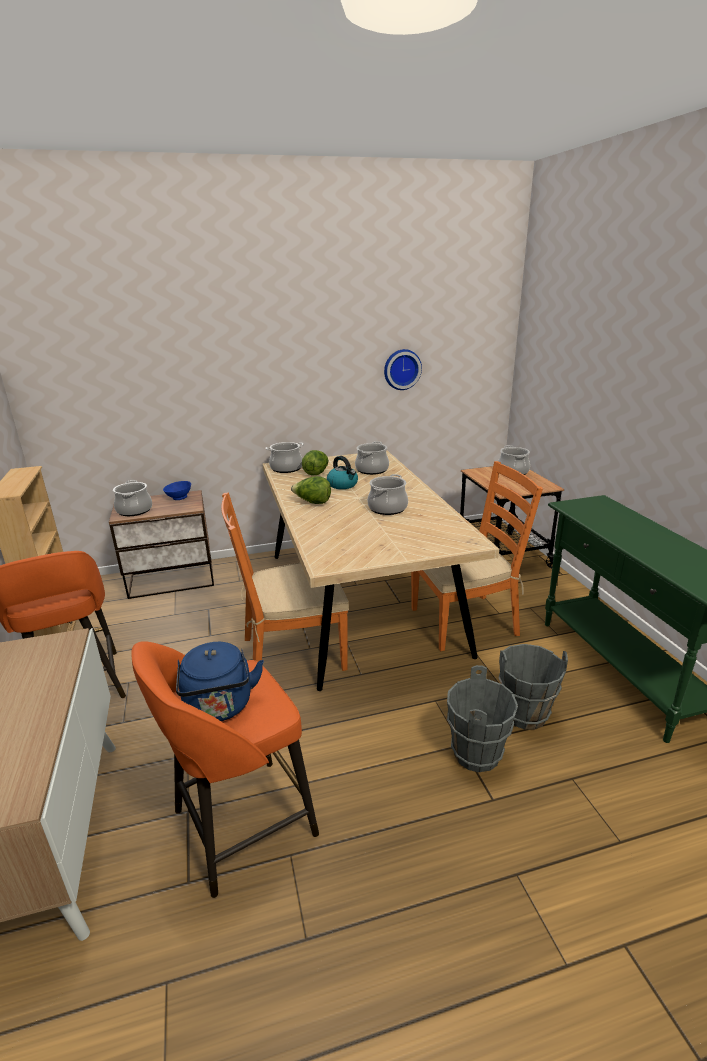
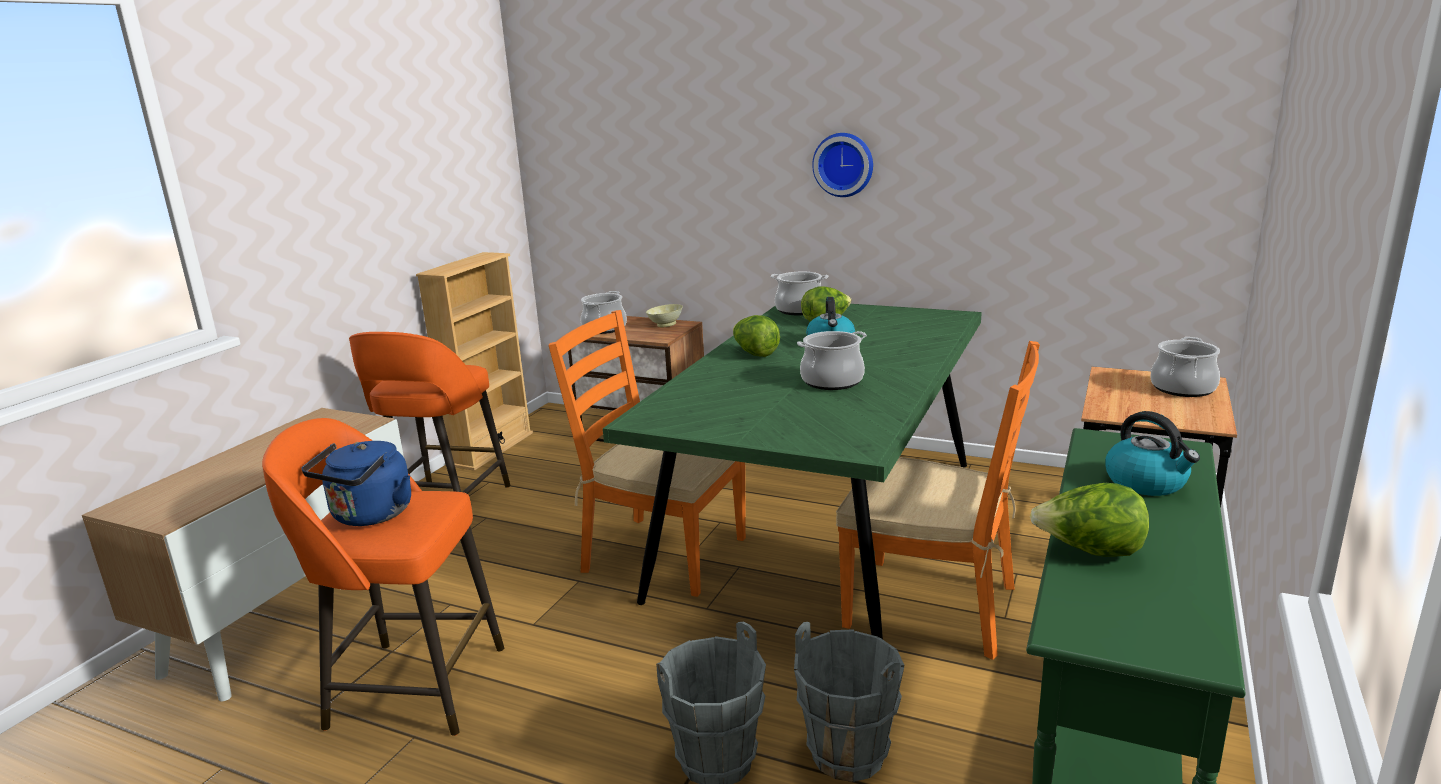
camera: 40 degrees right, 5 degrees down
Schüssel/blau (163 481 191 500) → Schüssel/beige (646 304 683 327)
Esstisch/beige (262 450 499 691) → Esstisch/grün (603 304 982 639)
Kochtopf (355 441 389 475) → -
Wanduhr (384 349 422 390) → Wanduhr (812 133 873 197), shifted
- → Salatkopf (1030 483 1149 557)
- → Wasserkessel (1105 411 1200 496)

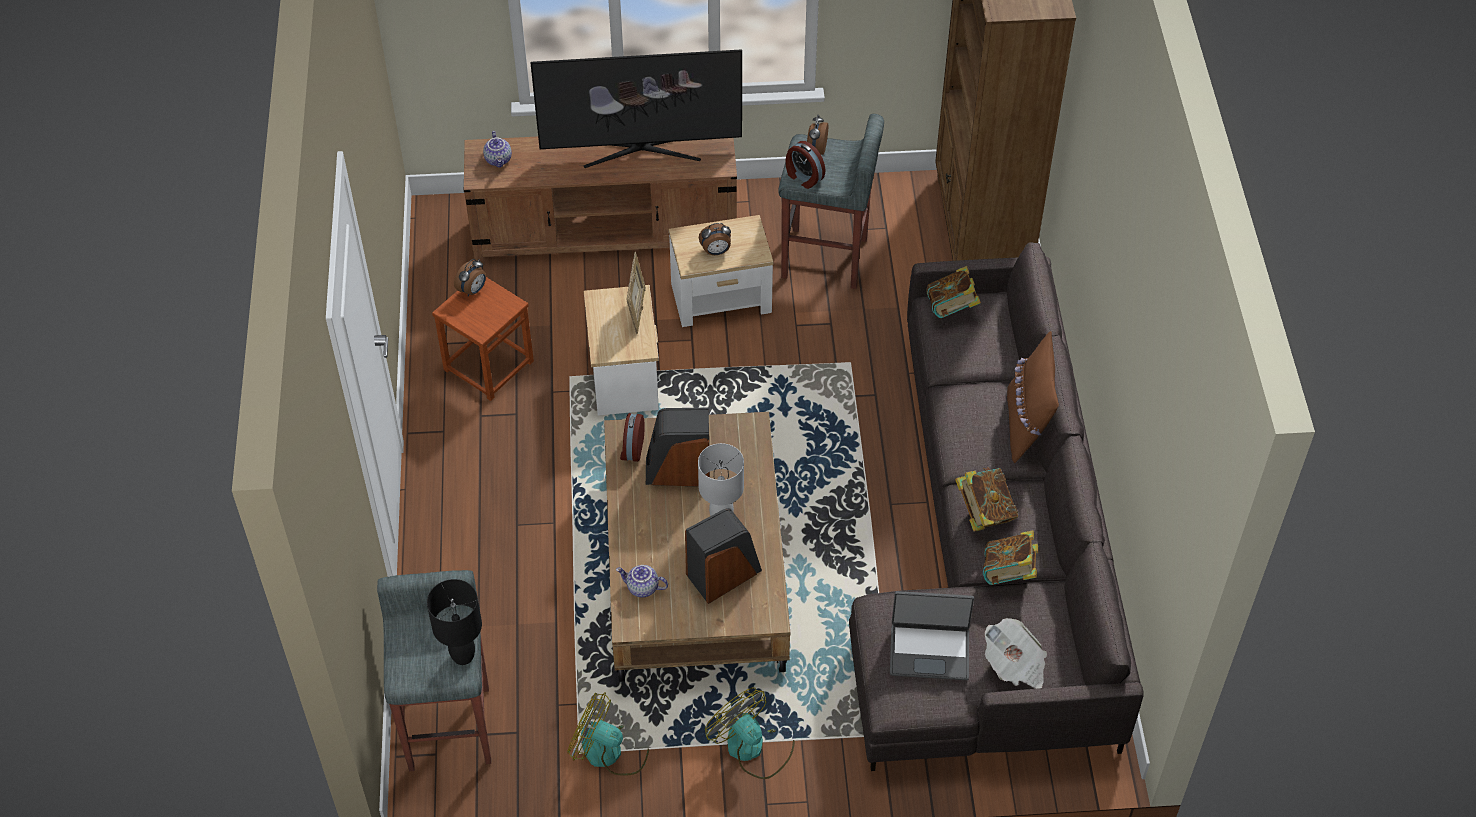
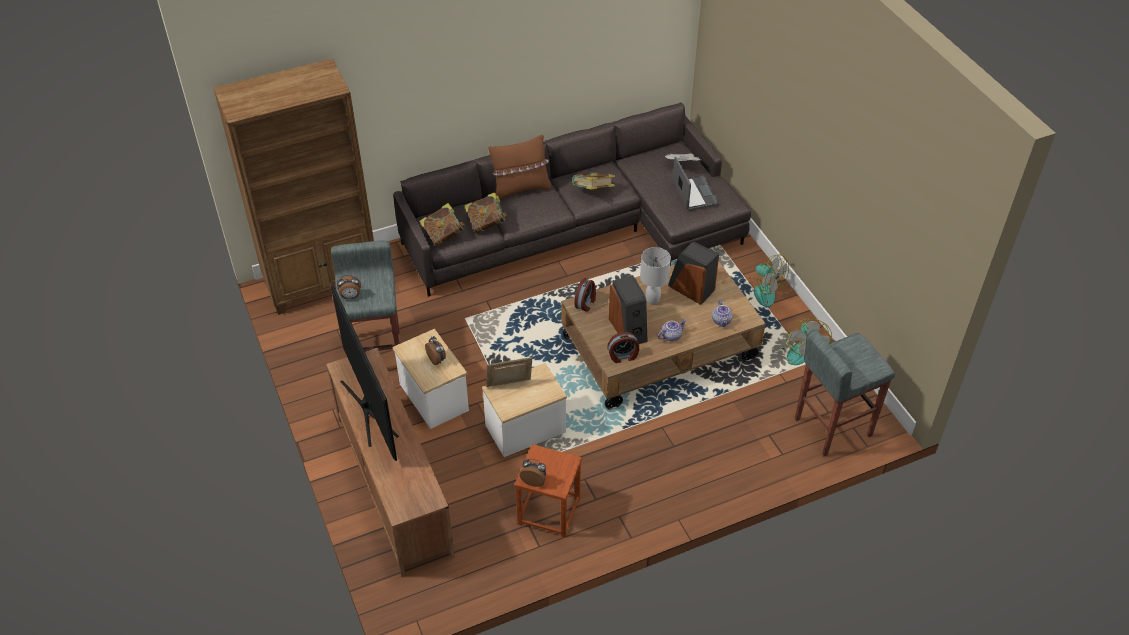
camera: 110 degrees left, 5 degrees down
Tischlampe/schwarz (427 579 482 665) → -
Teekanne (483 131 512 168) → Teekanne (658 319 687 341), shifted
Ventilator (705 687 795 779) → Ventilator (746 255 789 308), 75 degrees counterclockwise
Wecker (786 141 825 189) → Wecker (574 278 596 312), shifted
Buch (983 530 1038 585) → Buch (464 192 507 233), shifted

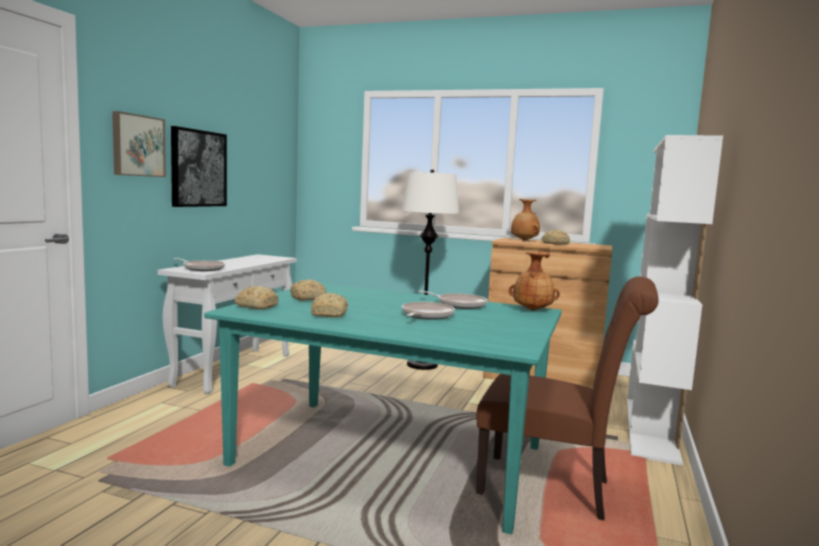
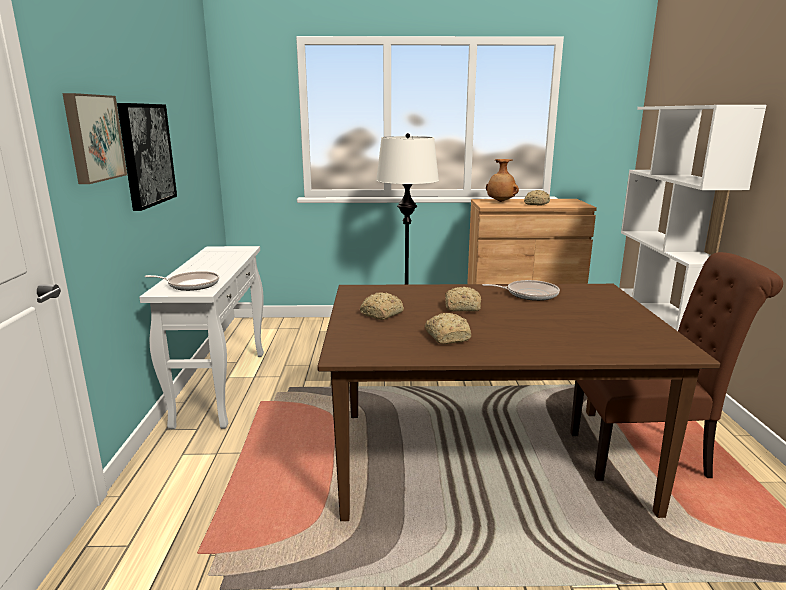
camera: 20 degrees left, 10 degrees up
Esstisch/türkis (204 283 562 534) → Esstisch/braun (317 284 720 521)
Brot (235 286 278 309) → Brot (445 287 481 312), shifted
Pfanne (402 302 455 320) → -
Vase/braun (509 252 560 311) → -

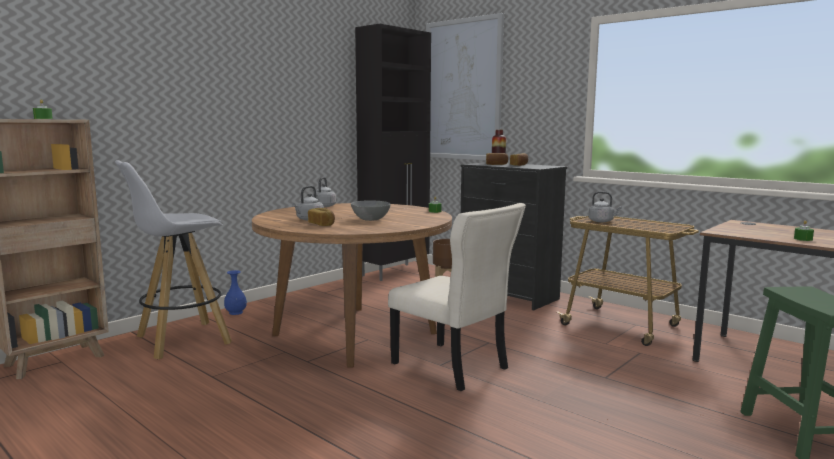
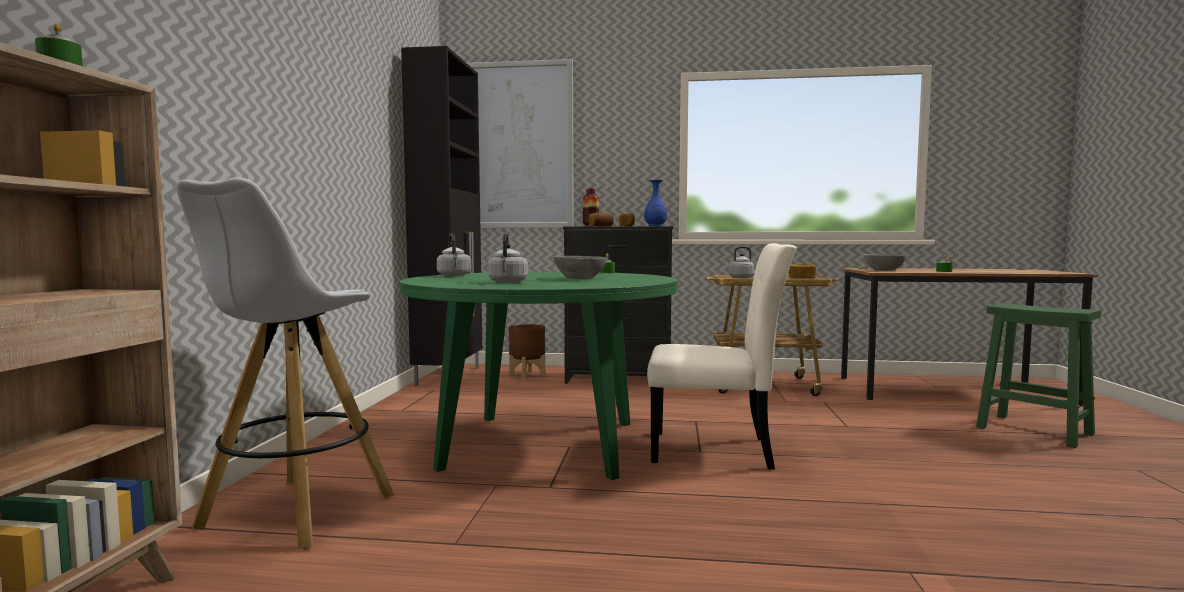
camera: 35 degrees left, 5 degrees down
Vase/blau (224 270 247 315) → Vase/blau (644 180 667 226), shifted
Esstisch/braun (252 203 452 367) → Esstisch/grün (400 272 678 480)
Brot (308 208 335 226) → Brot (788 264 816 278), shifted
- → Schüssel/grau (864 254 906 271)

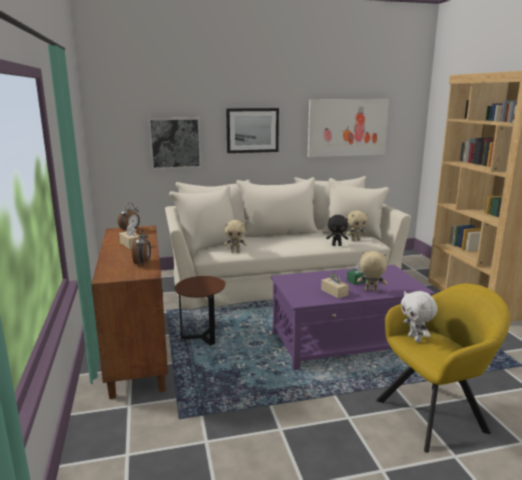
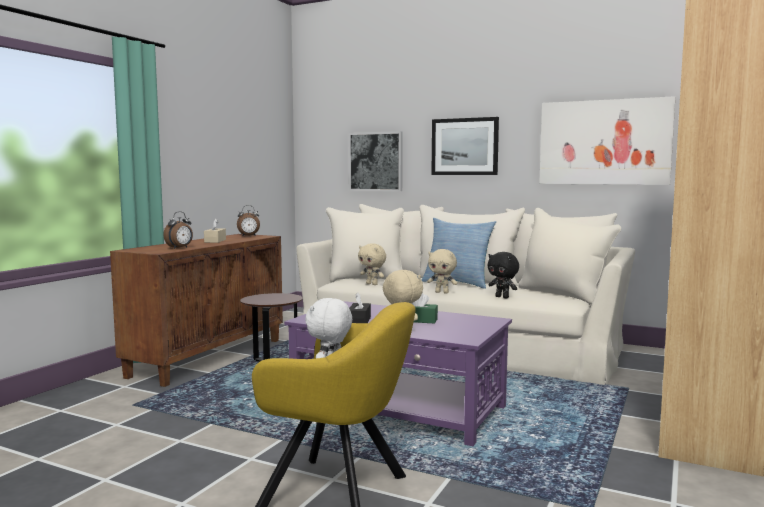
camera: 40 degrees right, 10 degrees down
Taschentuchbox/beige (321 272 349 298) → Taschentuchbox/schwarz (349 292 371 323)
Plüschtier/beige (346 210 368 241) → Plüschtier/beige (427 249 457 293), shifted
- → Kissen (422 218 496 289)

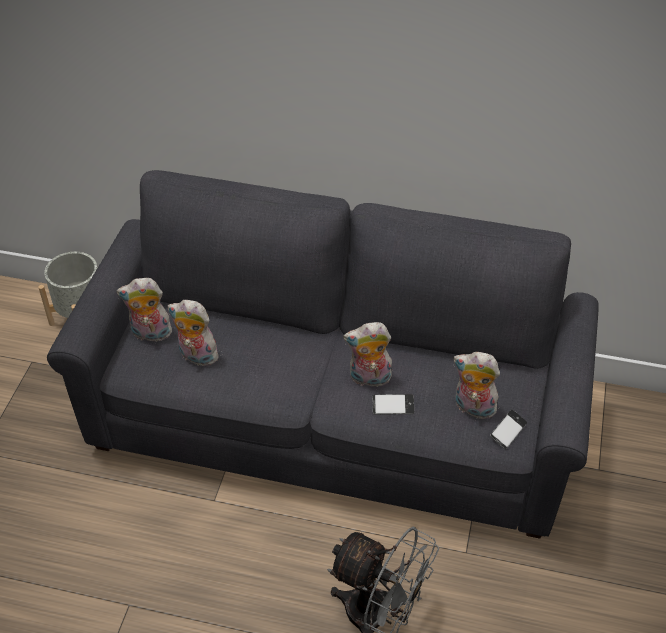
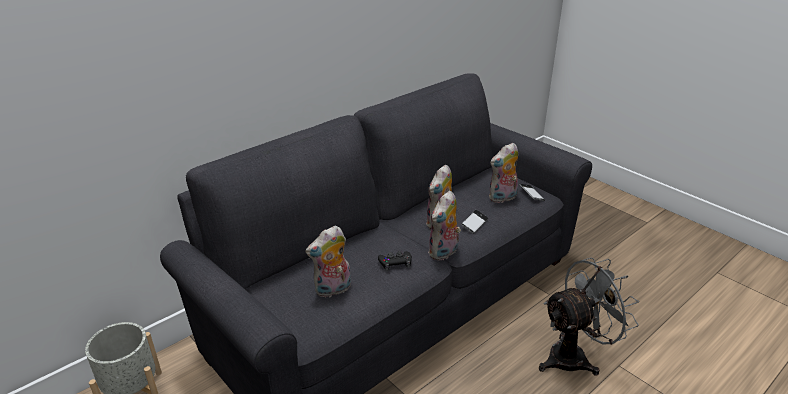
camera: 55 degrees left, 15 degrees down
Plüschtier (116 278 172 342) → Plüschtier (428 191 461 261), shifted
- → Gamepad/schwarz (378 251 412 271)

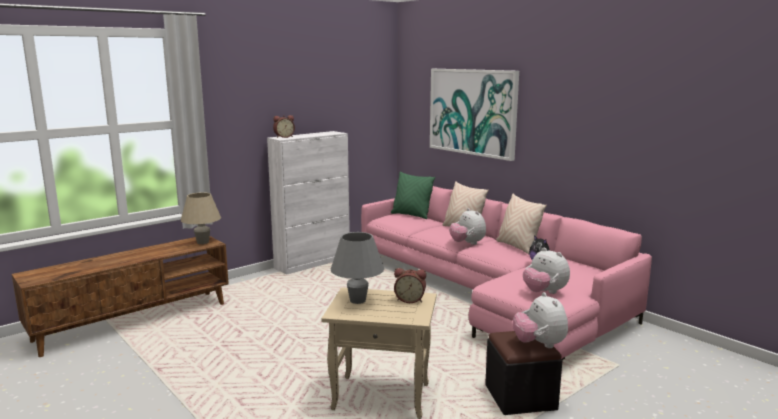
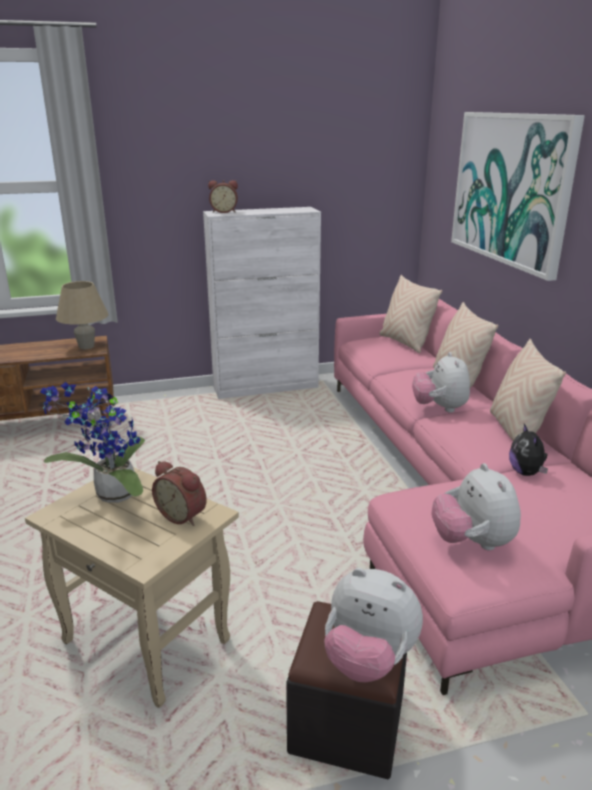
camera: 25 degrees right, 10 degrees up
Tischlampe/grau (331 232 384 304) → Topfpflanze (40 382 145 503)
Kissen/grün (391 171 436 219) → Kissen/beige (379 275 442 353)
Plüschtier (513 292 568 348) → Plüschtier (324 568 423 682), 75 degrees counterclockwise

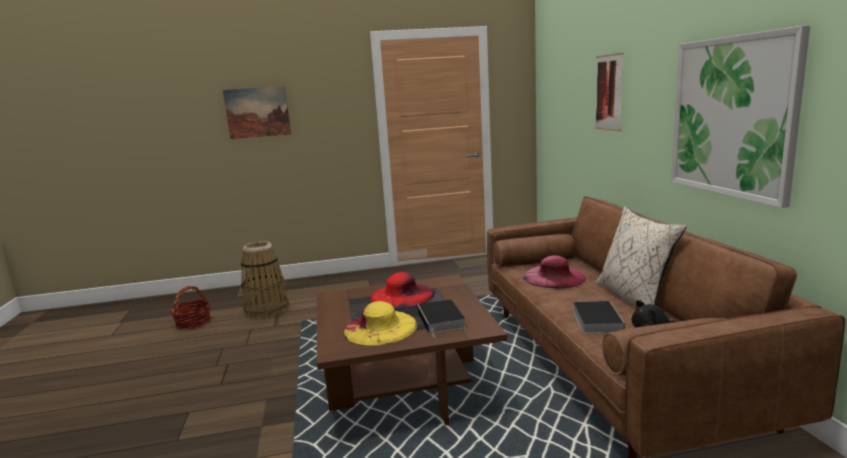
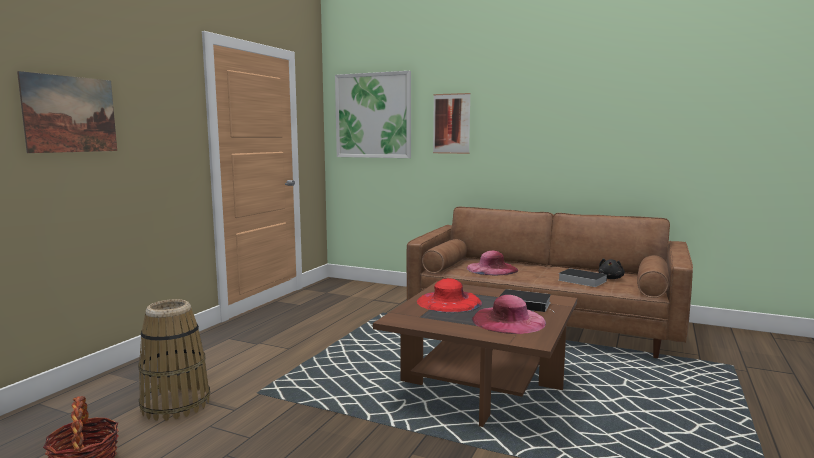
camera: 55 degrees left, 5 degrees down
Hut/gelb (343 301 418 345) → Hut/rosa (472 295 546 334)
Kissen/beige (596 207 687 306) → -
Bild (671 25 810 208) → Bild (335 71 411 158), shifted

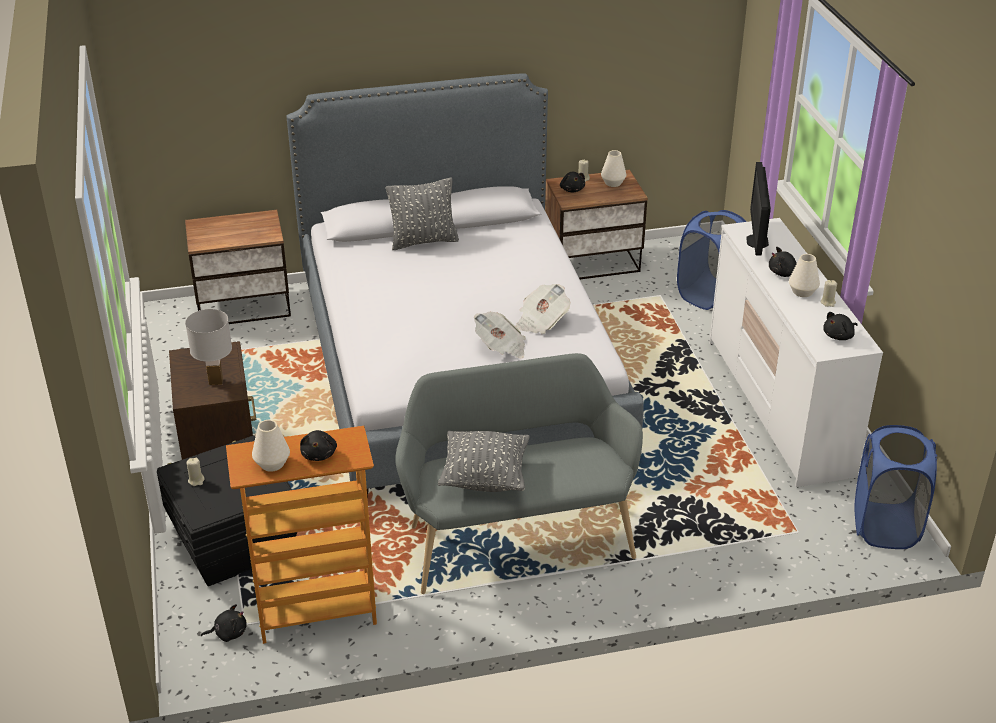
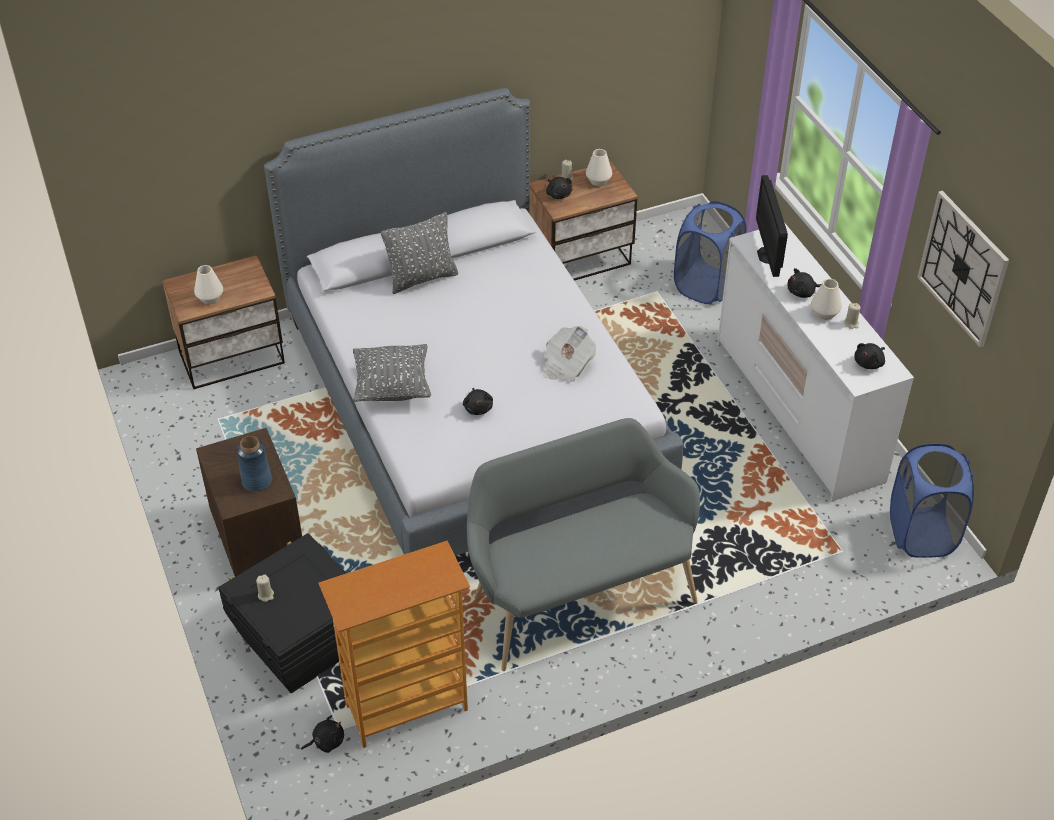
camera: 10 degrees left, 10 degrees up
Tischlampe/weiß (185 309 232 385) → Vase/blau (237 436 272 492)
Vase/weiß (252 420 290 472) → Vase/weiß (194 265 223 304), shifted
Plüschtier/schwarz (300 430 337 461) → Plüschtier/schwarz (463 388 493 415), shifted
Kissen/grau (438 431 529 492) → Kissen/grau (353 344 431 402), shifted
Zeitung (474 312 526 358) → -
- → Wanduhr (917 191 1009 347)

